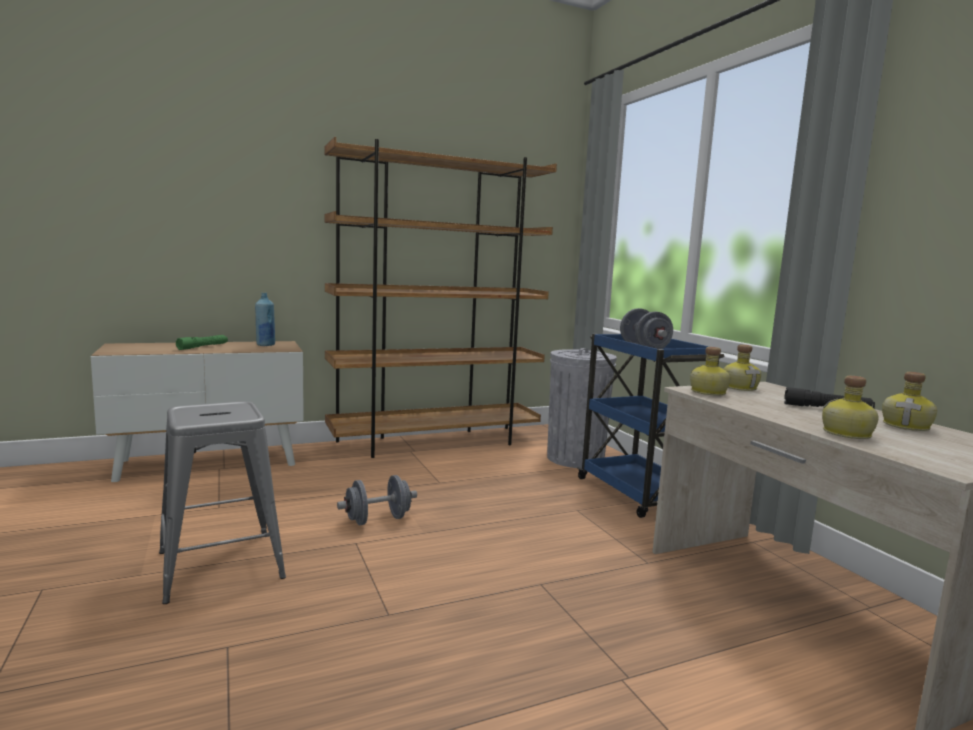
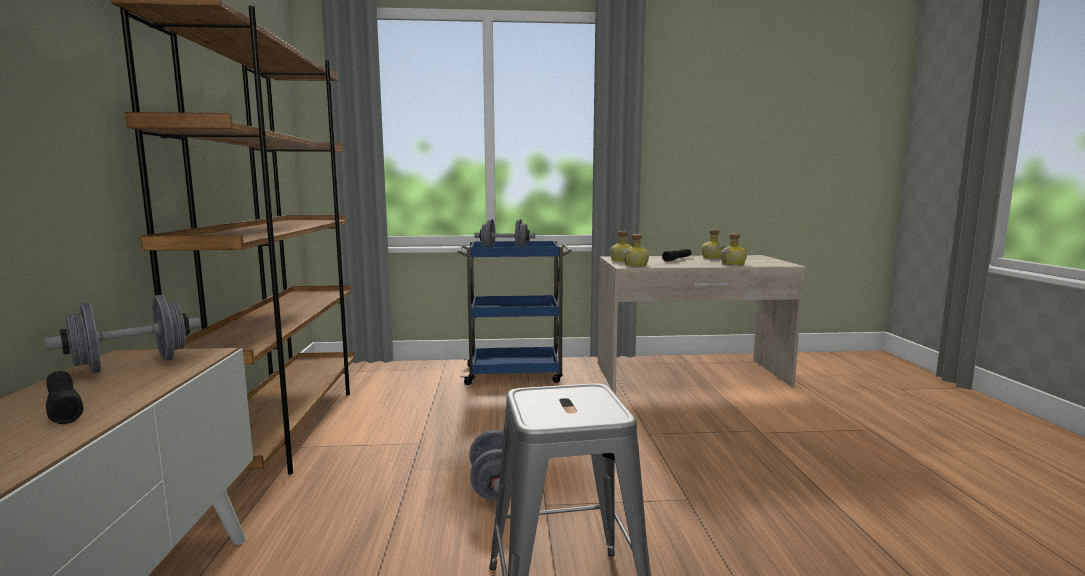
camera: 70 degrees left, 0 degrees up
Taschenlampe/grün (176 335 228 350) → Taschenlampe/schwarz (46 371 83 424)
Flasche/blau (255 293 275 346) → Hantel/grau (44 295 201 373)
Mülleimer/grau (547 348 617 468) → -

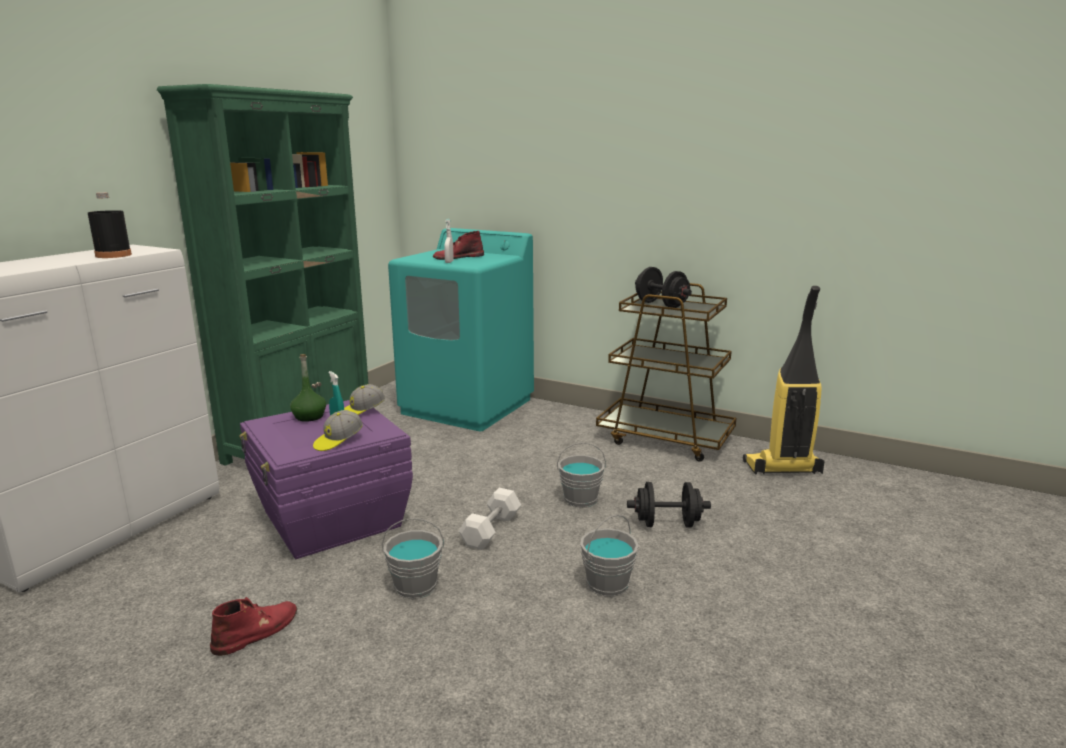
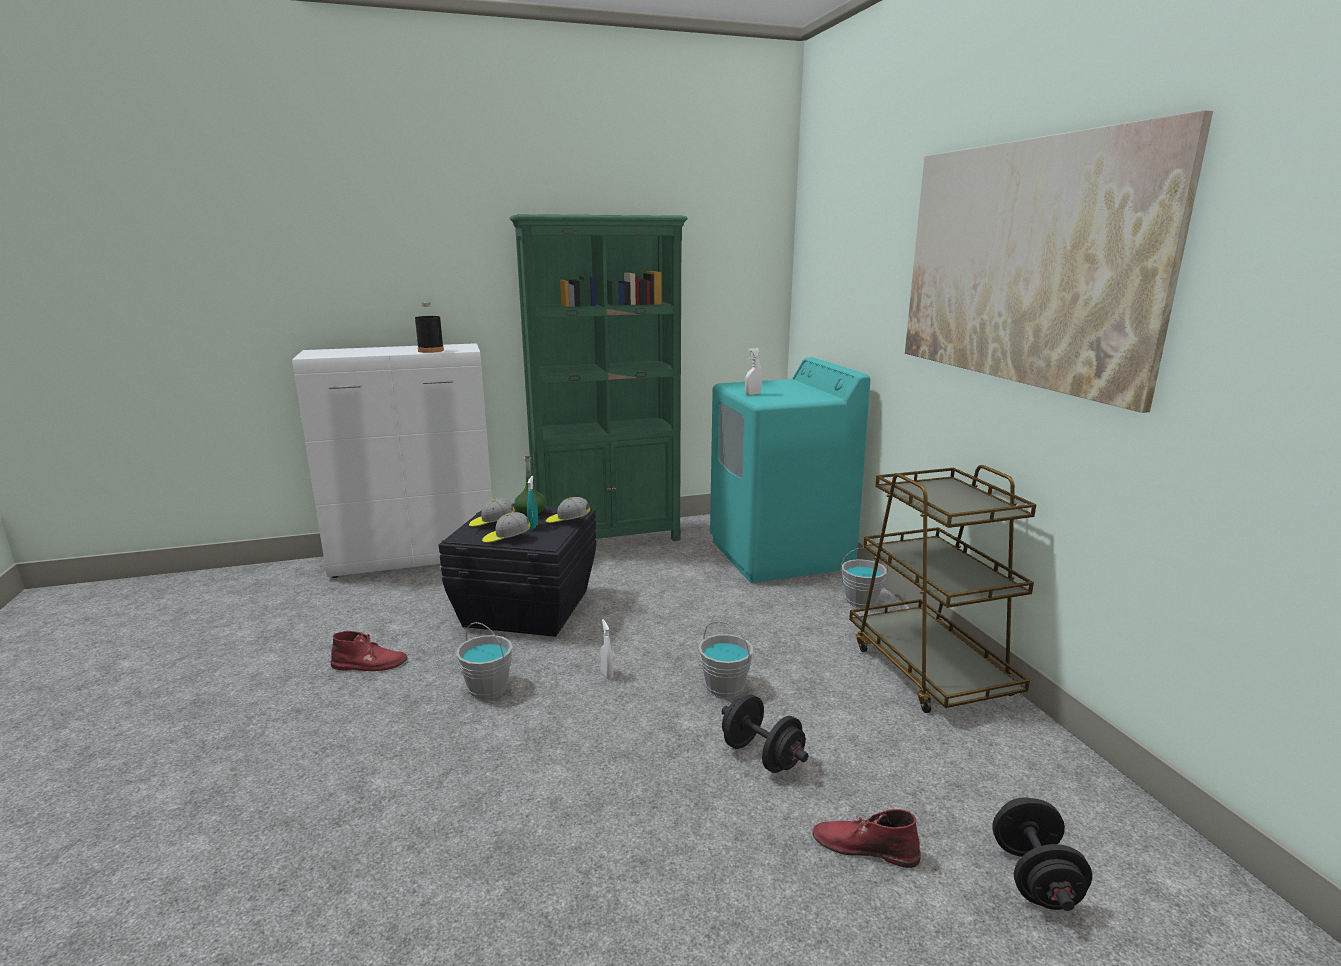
camera: 45 degrees right, 0 degrees up
Aufbewahrungsbox/lila (239 400 413 559) → Aufbewahrungsbox/schwarz (439 503 596 637)
Stiefel/rot (433 231 484 260) → Stiefel/rot (812 809 921 868), shifted
Hantel/weiß (459 488 521 550) → Sprühflasche/weiß (601 619 613 679)
Eimer/grau (580 515 639 597) → Eimer/grau (841 548 888 608), shifted
Hantel/schwarz (635 267 692 308) → Hantel/schwarz (992 798 1092 911), shifted
Staubsauger (743 286 825 474) → -
- → Kappe (469 499 515 527)
- → Bild (905 110 1213 413)

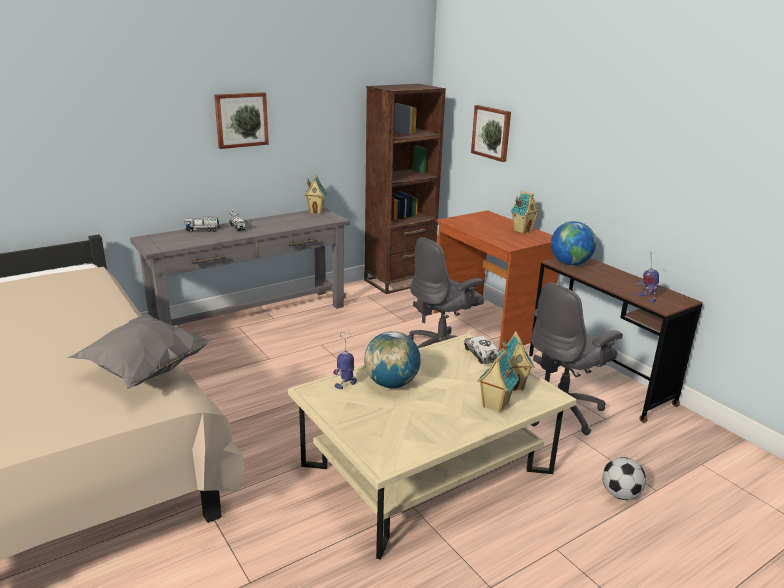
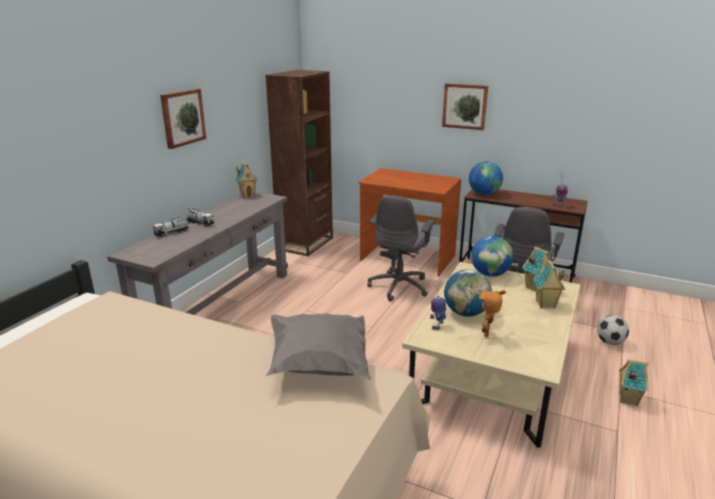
camera: 30 degrees left, 0 degrees up
Spielzeuglaster (464 336 499 364) → Globus (471 235 513 277)
Bild (471 105 511 162) → Bild (442 83 488 130), shifted
Spielzeughaus (510 191 540 234) → Spielzeughaus (619 359 649 406), shifted
- → Spielzeugroboter (479 290 506 337)

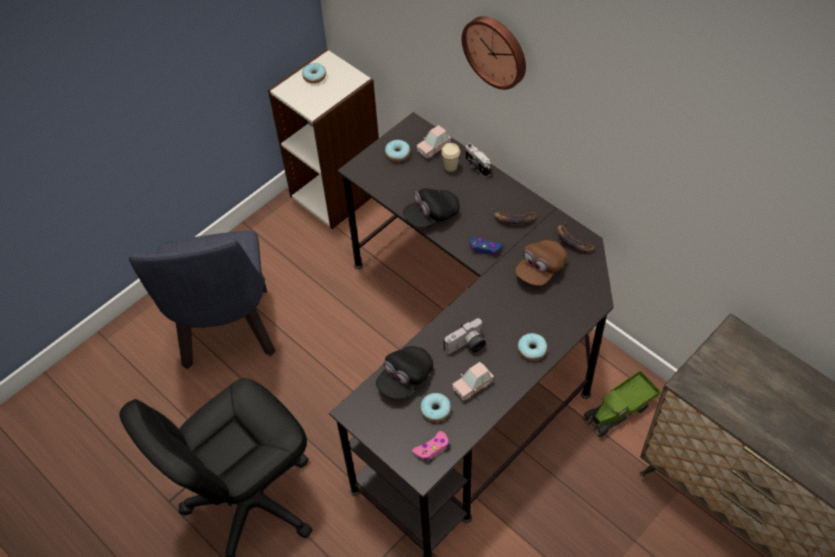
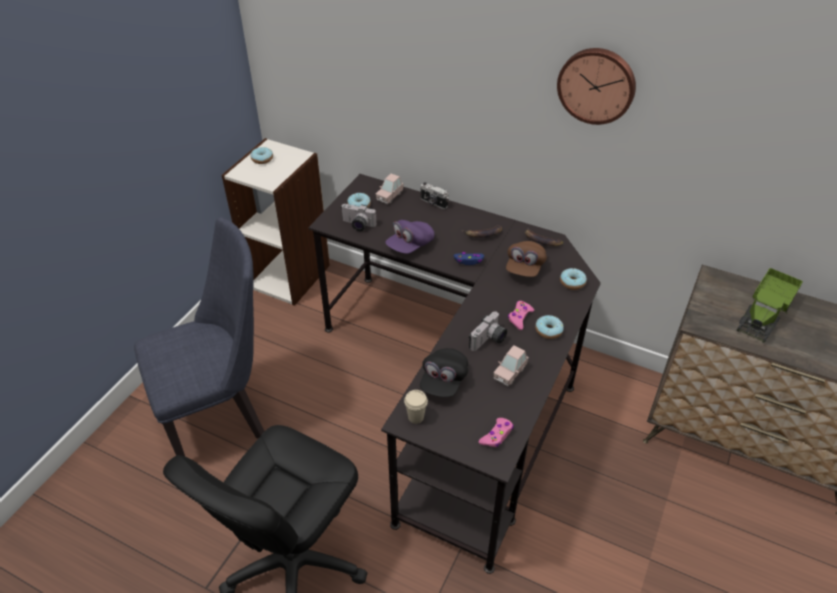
camera: 20 degrees left, 10 degrees down
Stuhl/blau (129 231 276 369) → Stuhl/blau (134 217 265 456), 90 degrees counterclockwise
Kappe/schwarz (403 188 460 228) → Kappe/lila (385 220 434 254)
Donut (420 393 451 422) → Donut (560 268 587 290), shifted
Tasse/beige (441 143 460 172) → Tasse/beige (404 390 428 424), shifted
Wanduhr (462 16 526 90) → Wanduhr (557 48 636 125), shifted
Spielzeuglaster (583 370 661 437) → Spielzeuglaster (737 268 803 343), shifted
- → Kamera (341 204 377 231)
- → Gamepad/rosa (508 301 534 330)

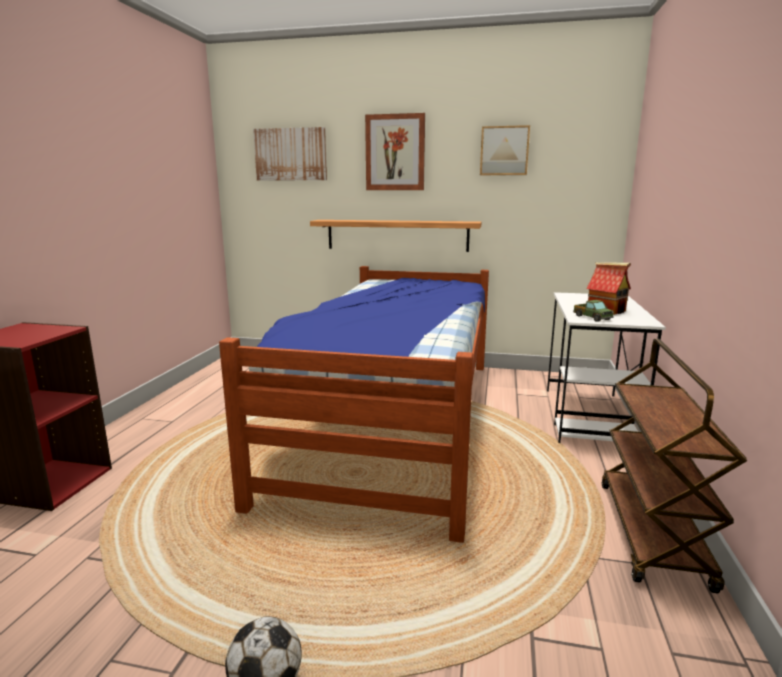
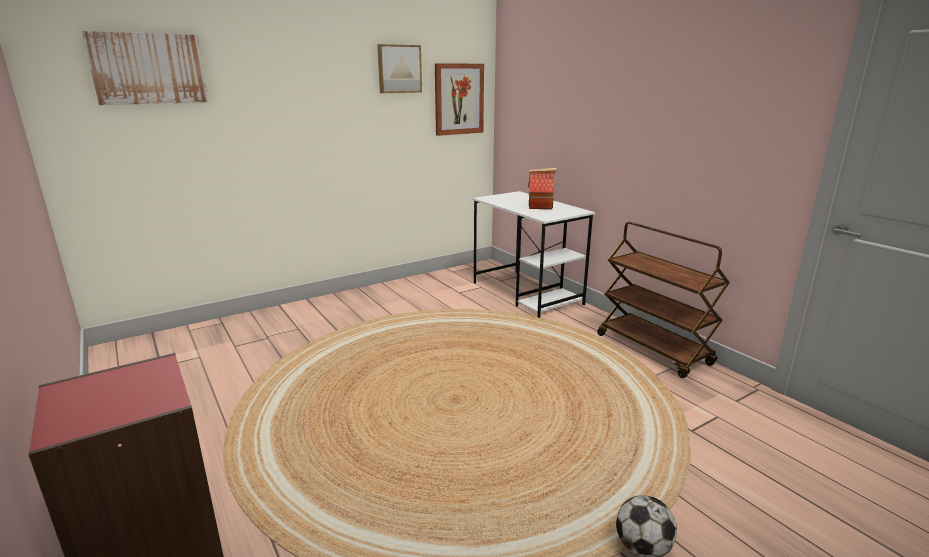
camera: 45 degrees left, 5 degrees up
Bett (219 266 489 543) → -
Wandregal (310 220 481 252) → -
Bild (365 113 425 190) → Bild (435 63 484 136), shifted
Spielzeuglaster (573 300 614 322) → -

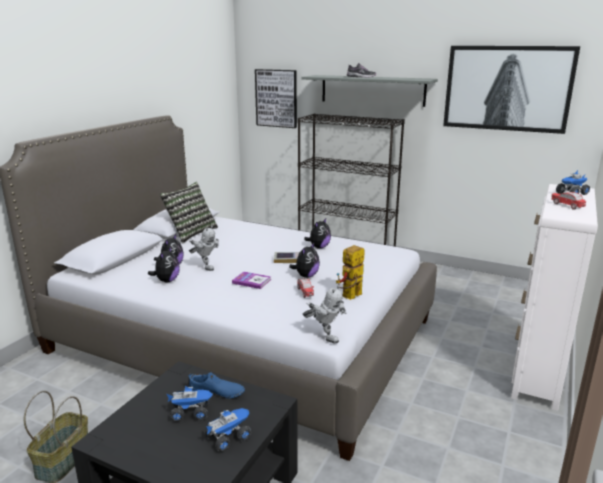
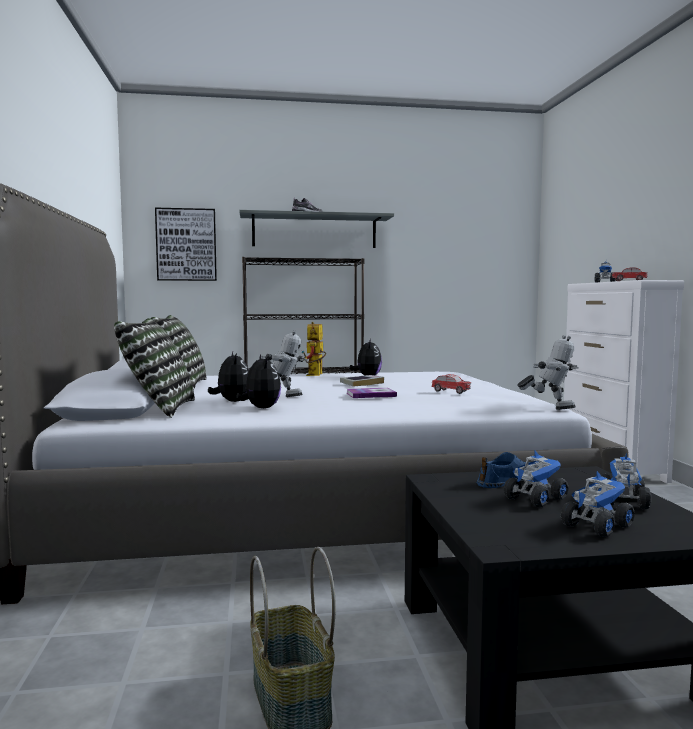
camera: 35 degrees left, 15 degrees down
Plüschtier (289 243 320 278) → -
Spielzeugroboter (336 245 365 300) → Spielzeugroboter (302 322 326 376), shifted
Bild (443 46 580 134) → -
- → Kissen (114 318 195 418)
- → Spielzeuglaster (561 471 635 537)

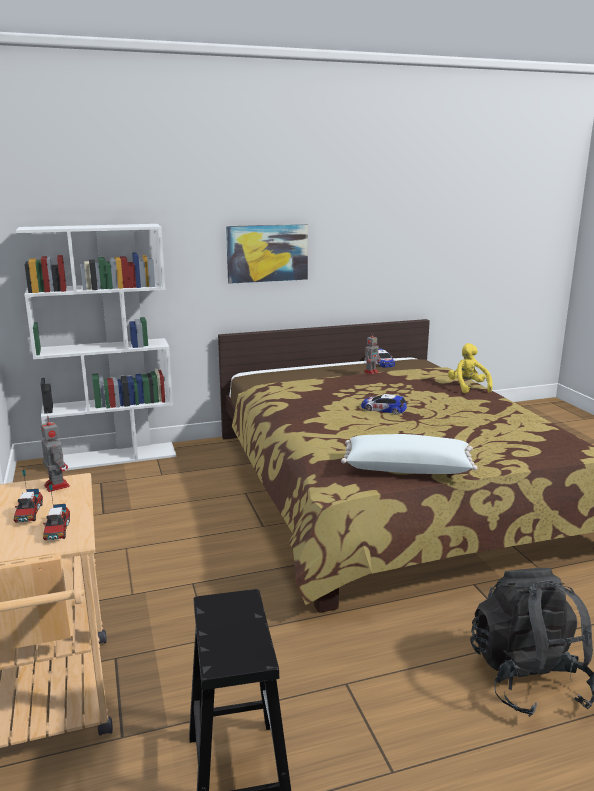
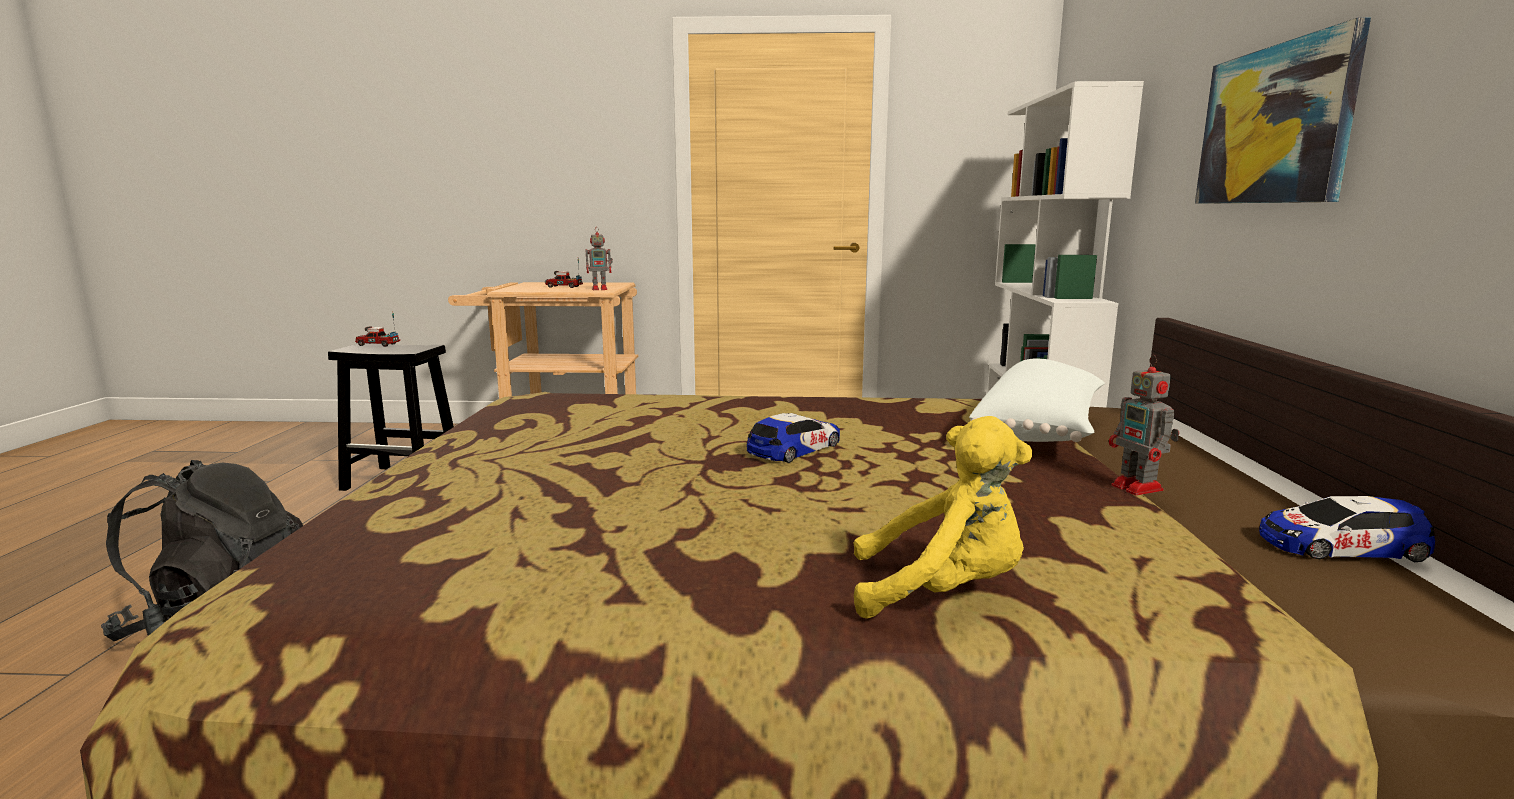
camera: 110 degrees right, 5 degrees down
Spielzeuglaster (43 483 70 540) → Spielzeuglaster (355 311 400 347), shifted
Kissen/weiß (341 434 477 474) → Kissen/weiß (969 358 1105 442), shifted

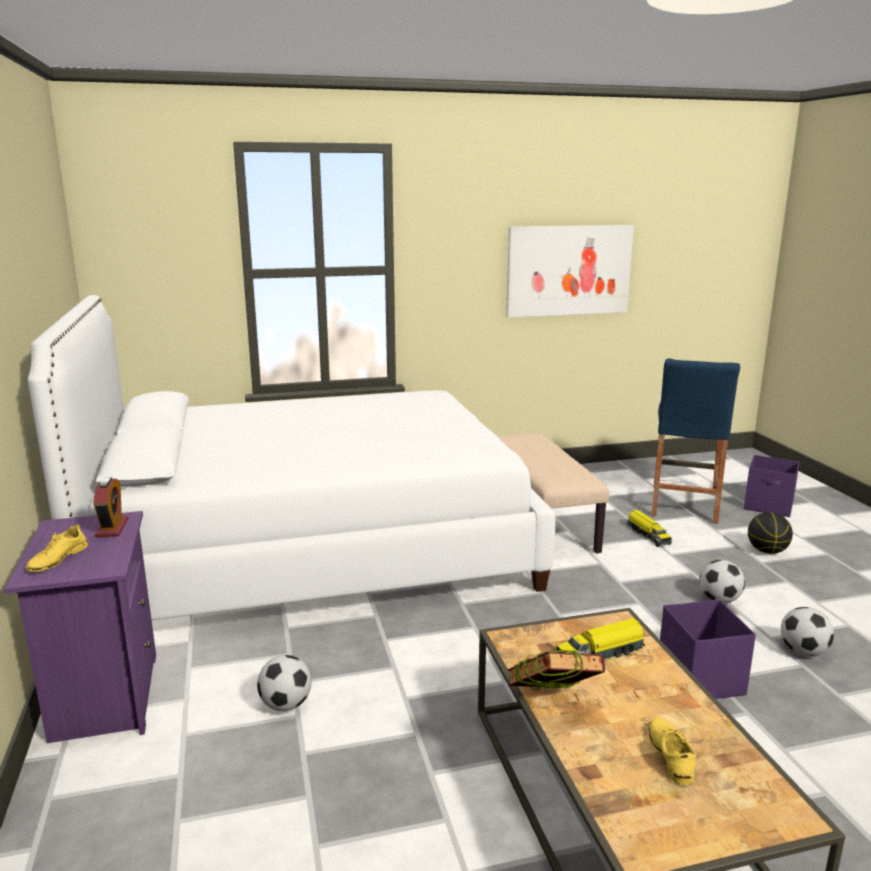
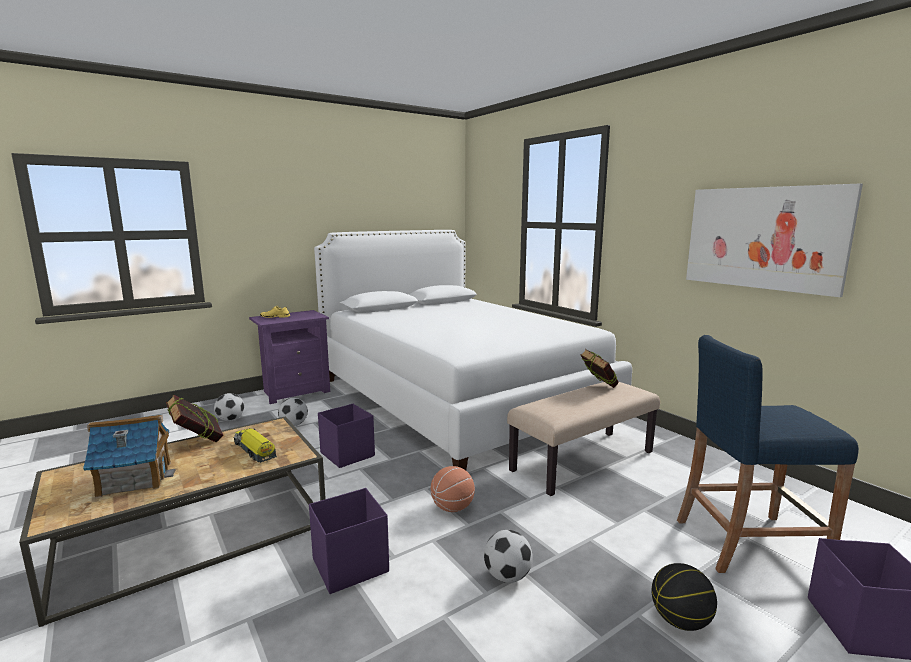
camera: 70 degrees right, 5 degrees down
Wecker (93 477 129 537) → -
Spielzeuglaster (627 510 672 547) → -
Schuh/gelb (649 718 696 785) → Spielzeughaus (83 415 176 498)
Fußball (781 607 834 656) → Fußball (214 393 244 421), shifted
- → Aufbewahrungsbox/lila (318 404 375 468)
- → Basketball (431 466 475 512)
- → Buch (580 349 619 388)

